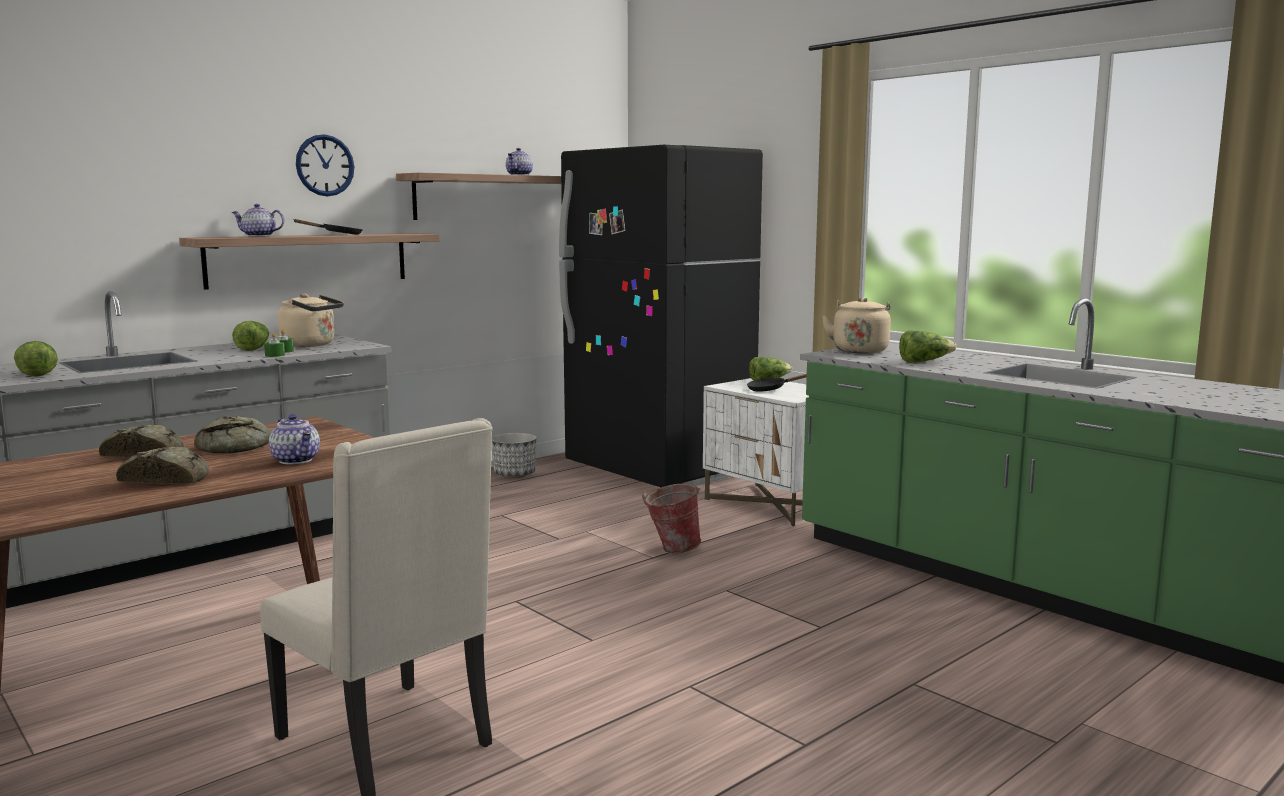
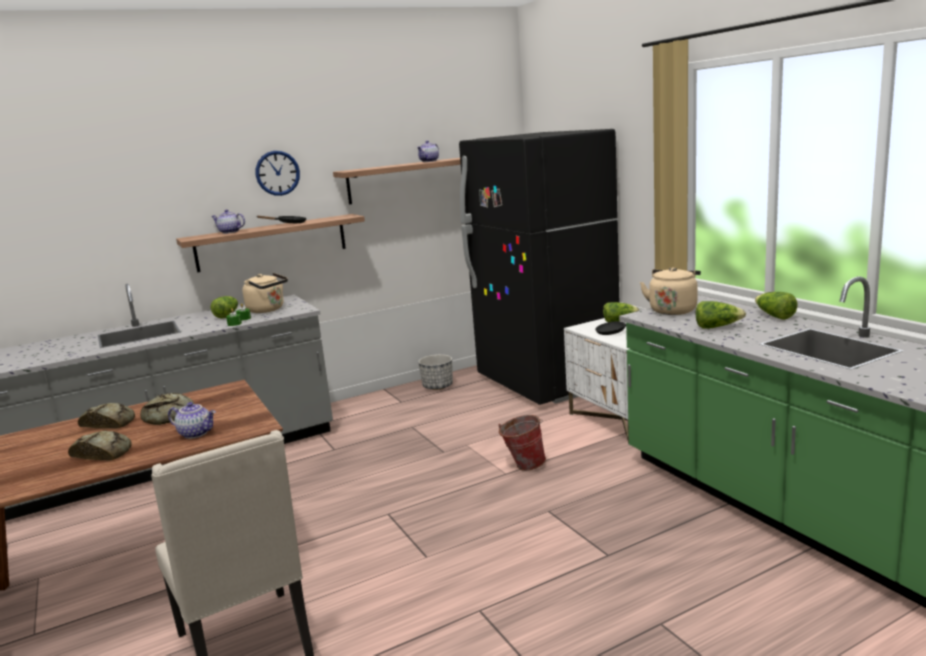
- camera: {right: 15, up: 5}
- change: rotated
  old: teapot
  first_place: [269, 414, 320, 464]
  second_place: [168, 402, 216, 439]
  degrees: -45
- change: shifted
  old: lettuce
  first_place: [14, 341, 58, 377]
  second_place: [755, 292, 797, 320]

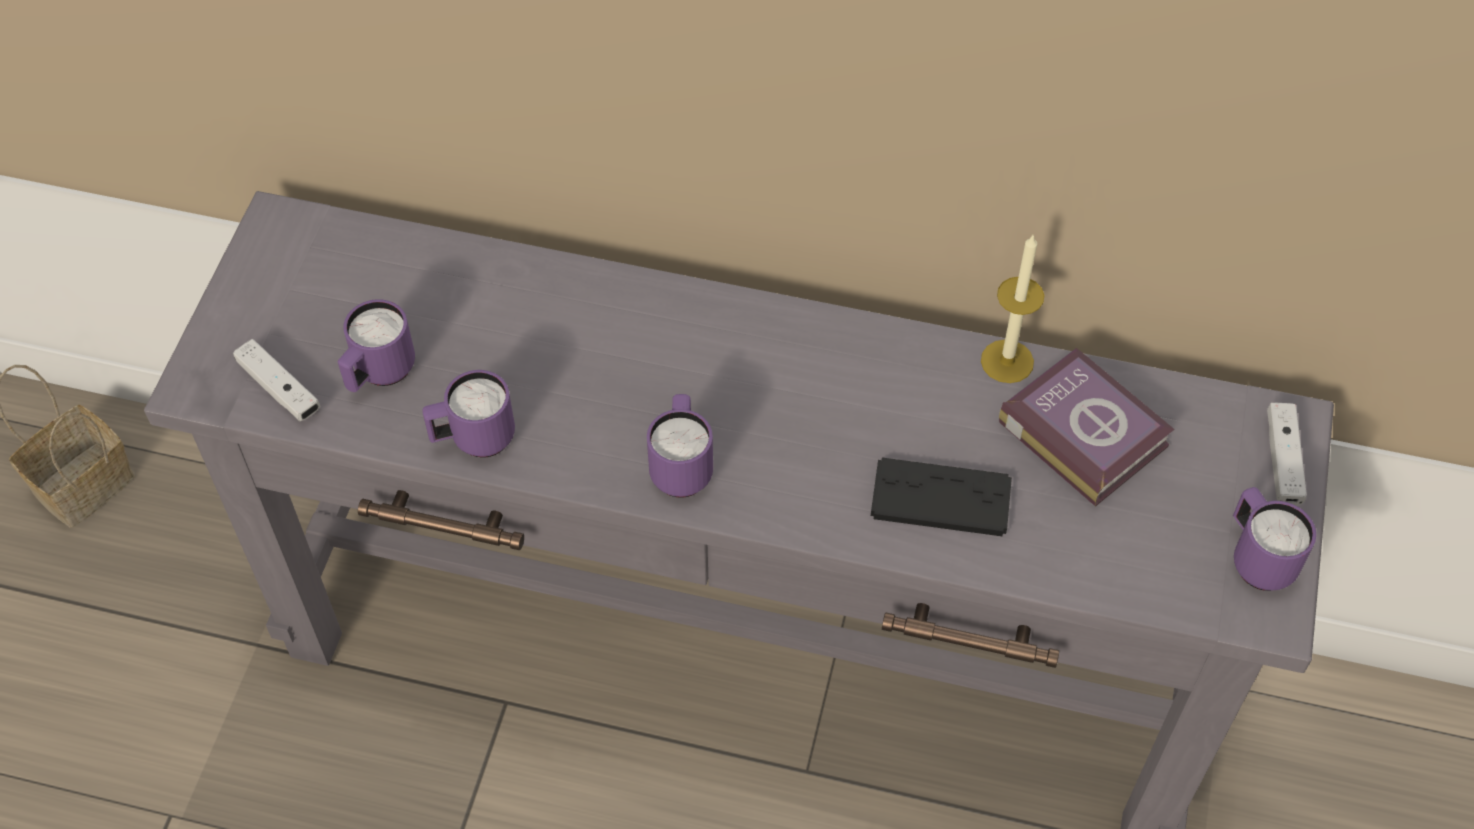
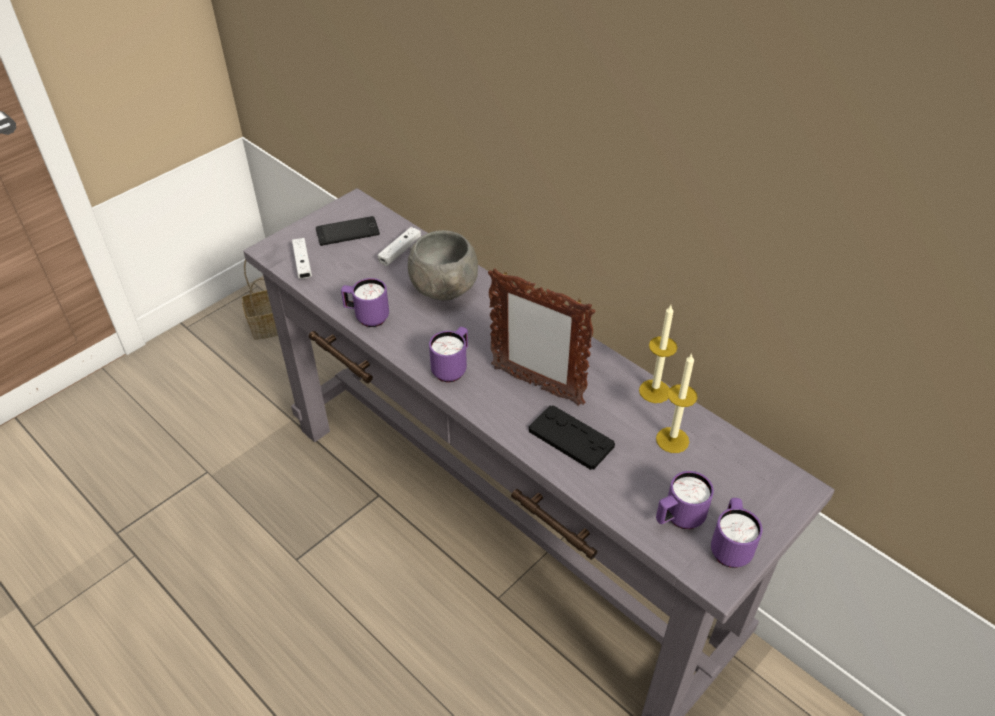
- camera: {right: 30, up: -10}
- change: new
  new: phone
  second_place: [316, 216, 380, 246]
- change: shifted
  old: white game controller
  first_place: [1267, 403, 1307, 506]
  second_place: [378, 227, 421, 266]
- change: new
  new: grey bowl
  second_place: [408, 230, 478, 301]
- change: new
  new: picture frame
  second_place: [488, 268, 596, 406]
- change: swapped
  old: book
  new: candle
  first_place: [999, 348, 1175, 507]
  second_place: [656, 353, 698, 453]
- change: shifted
  old: purple mug
  first_place: [338, 299, 415, 392]
  second_place: [656, 471, 714, 529]

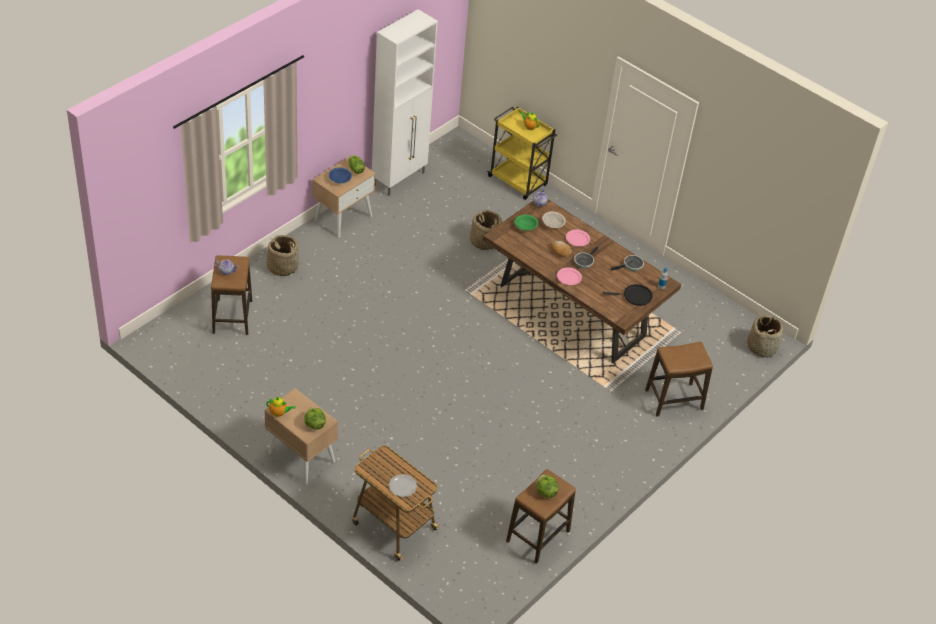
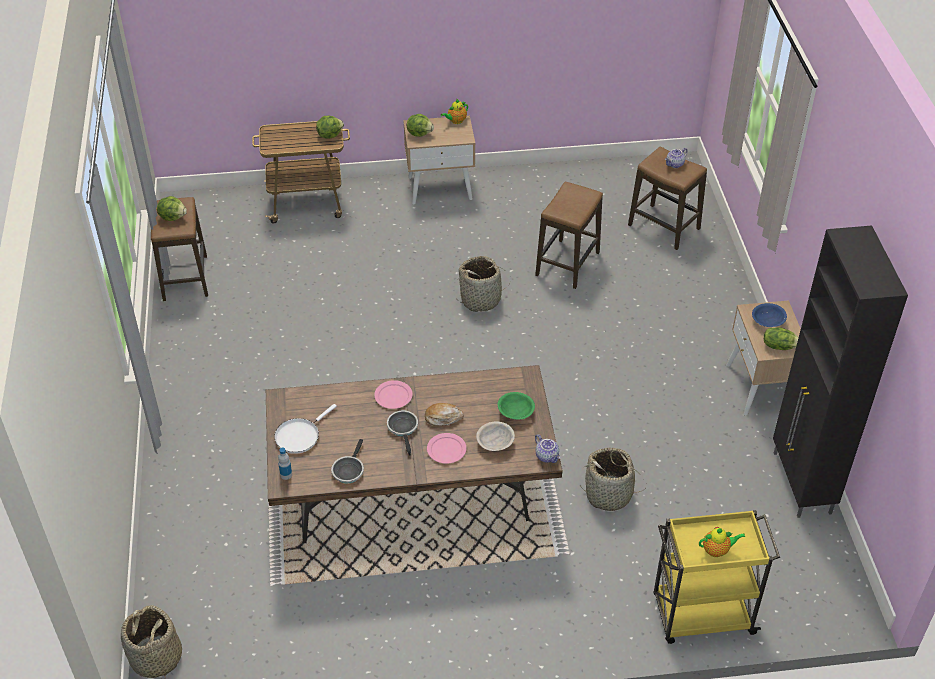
- camera: {right: 135, up: 0}
- change: repainted
  old: black frying pan
  new: white frying pan
  first_place: [603, 284, 653, 306]
  second_place: [274, 404, 337, 454]
- change: new
  new: lettuce
  second_place: [316, 116, 344, 139]
- change: shifted
  old: basket
  first_place: [265, 235, 299, 276]
  second_place: [456, 256, 511, 312]
- change: shifted
  old: stool
  first_place: [645, 342, 713, 417]
  second_place: [535, 181, 603, 289]
- change: repainted
  old: white cabinet
  new: black cabinet
  first_place: [372, 9, 438, 196]
  second_place: [773, 225, 908, 518]
- change: gone
  old: plate
  first_place: [389, 474, 417, 497]

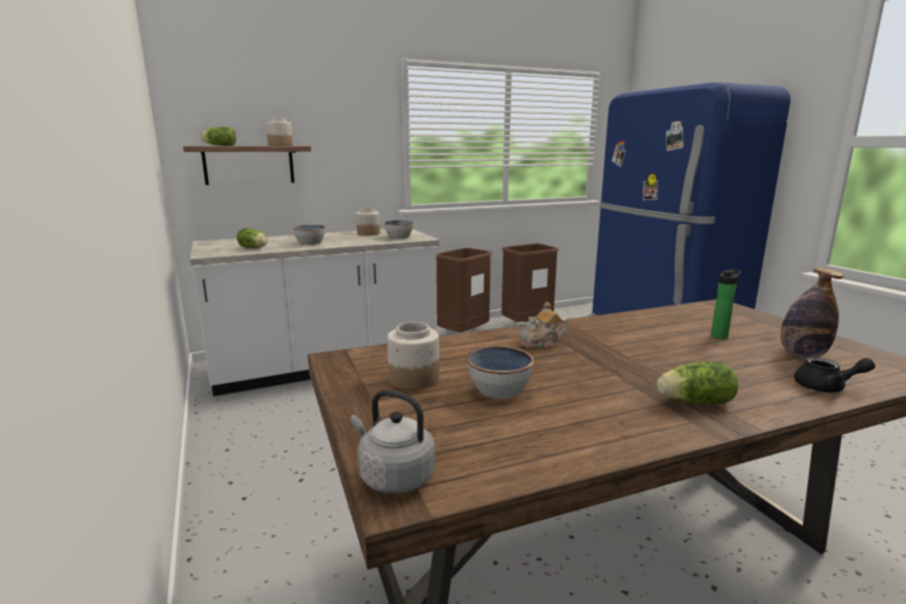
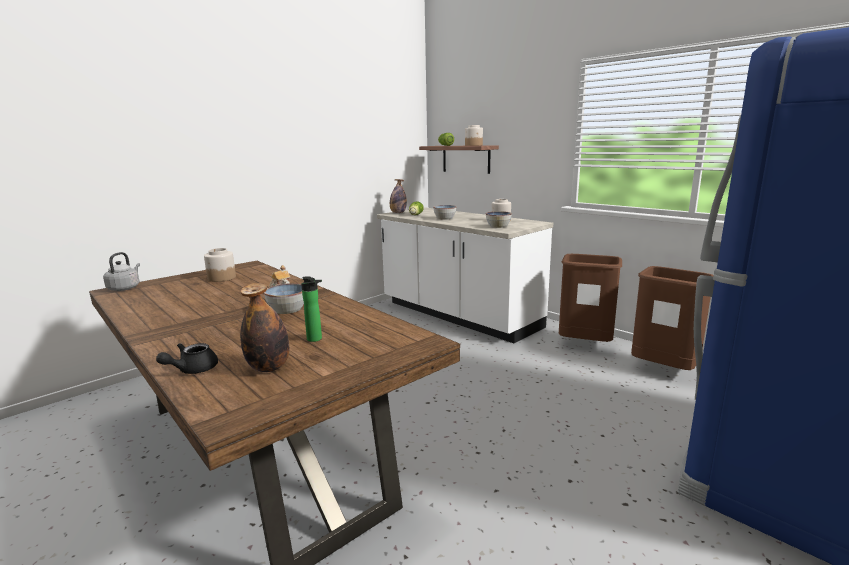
- camera: {right: 70, up: 0}
- change: rotated
  old: black teapot
  first_place: [794, 357, 875, 393]
  second_place: [156, 343, 218, 374]
  degrees: 45
- change: shifted
  old: bowl
  first_place: [467, 346, 534, 399]
  second_place: [264, 283, 304, 314]
- change: new
  new: bottle
  second_place: [390, 179, 407, 213]
- change: gone
  old: lettuce
  first_place: [657, 361, 738, 403]

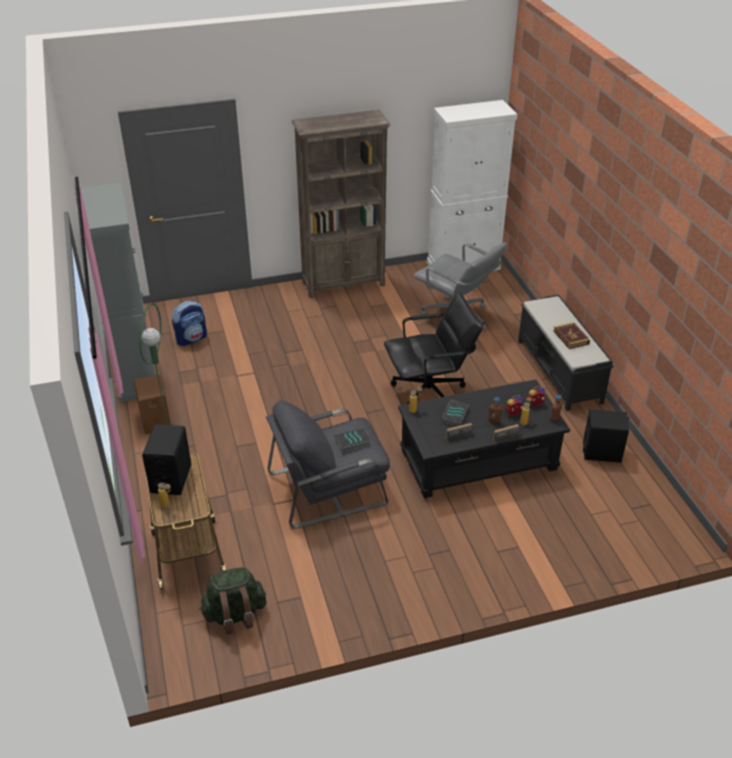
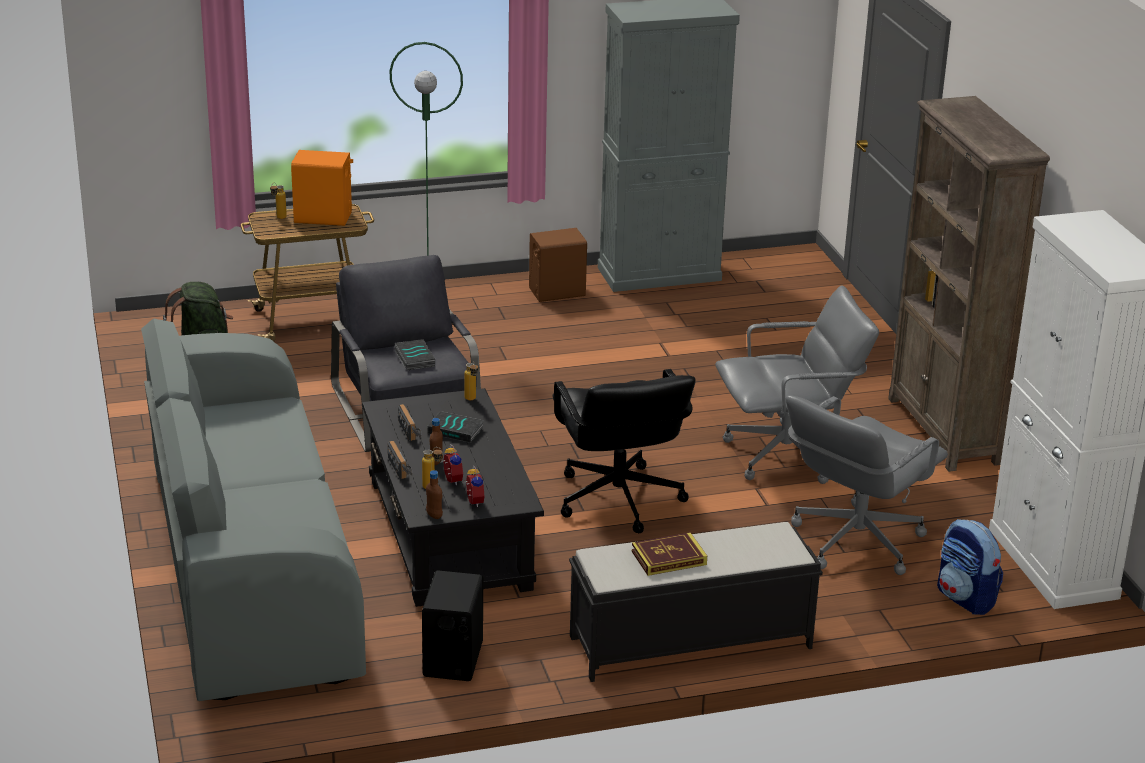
- camera: {right: 90, up: -10}
- change: new
  new: grey sofa
  second_place: [141, 318, 366, 701]
- change: repainted
  old: black speaker
  new: orange speaker
  first_place: [142, 424, 191, 495]
  second_place: [291, 150, 353, 226]
- change: new
  new: grey office chair
  second_place: [715, 285, 879, 484]
- change: shifted
  old: backpack
  first_place: [172, 301, 207, 346]
  second_place: [937, 519, 1003, 615]

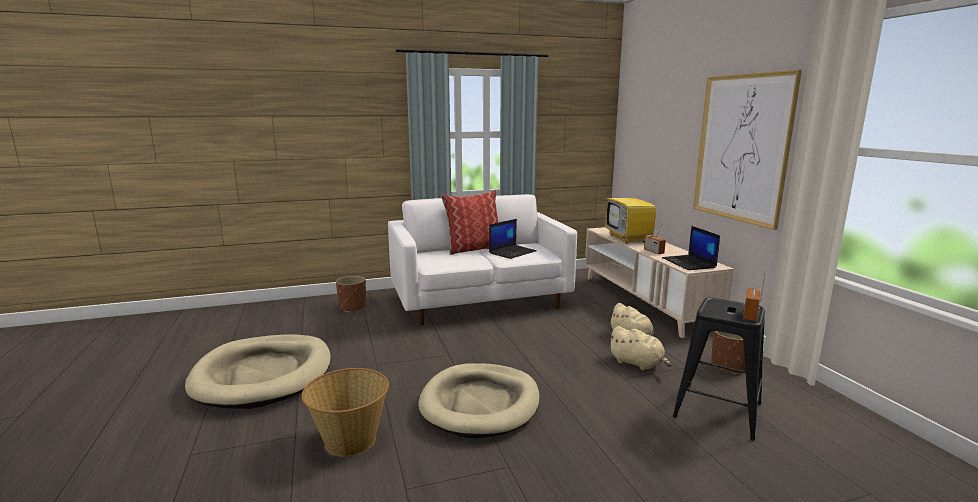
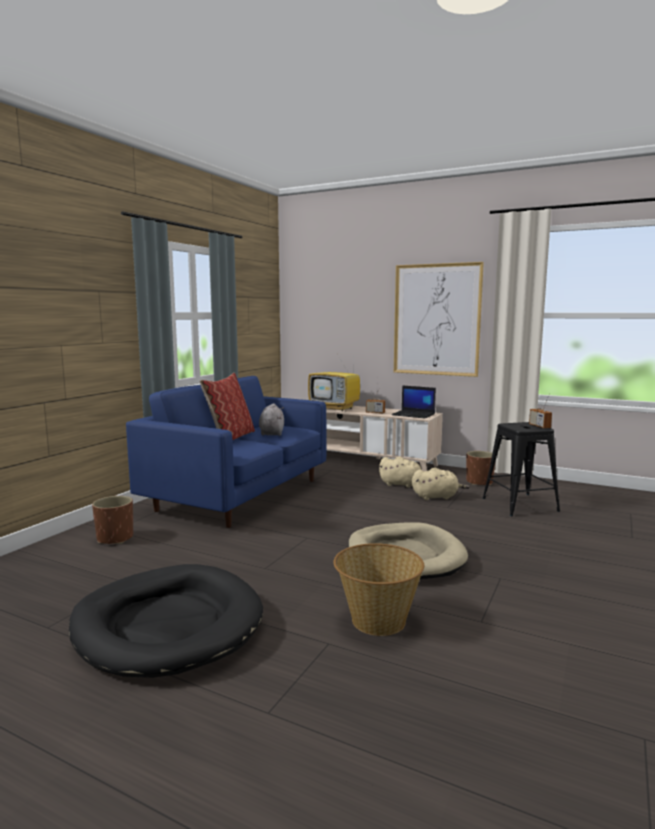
- camera: {right: -45, up: -5}
- change: repainted
  old: beige dog bed
  new: black dog bed
  first_place: [185, 335, 331, 409]
  second_place: [69, 564, 263, 678]
- change: repainted
  old: white sofa
  new: blue sofa
  first_place: [388, 194, 577, 325]
  second_place: [126, 376, 326, 528]
- change: swapped
  old: laptop
  new: grey plush toy
  first_place: [489, 219, 537, 259]
  second_place: [259, 403, 284, 436]

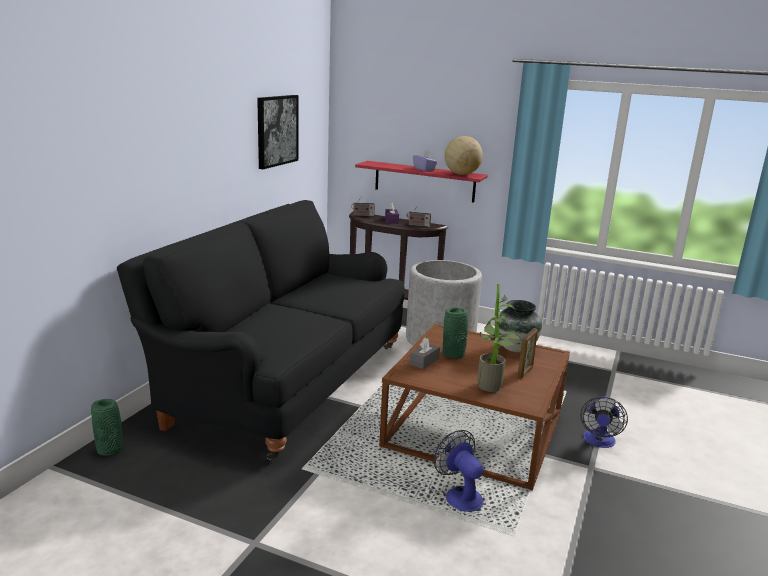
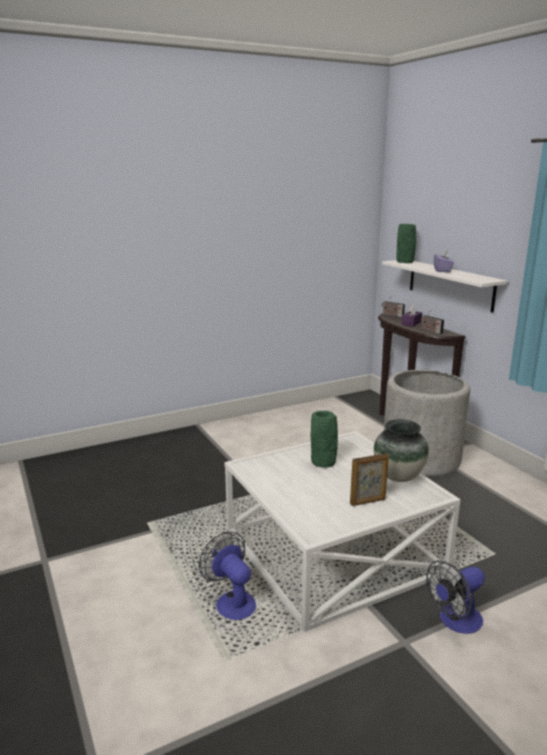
- camera: {right: 40, up: 0}
- change: rotated
  old: fan
  first_place: [434, 430, 484, 512]
  second_place: [199, 532, 256, 620]
  degrees: -45
- change: repainted
  old: brown coffee table
  new: white coffee table
  first_place: [379, 324, 570, 491]
  second_place: [225, 431, 461, 632]
- change: repainted
  old: red shelf
  new: white shelf
  first_place: [355, 161, 488, 203]
  second_place: [382, 260, 508, 313]
- change: shifted
  old: green vase
  first_place: [91, 399, 123, 456]
  second_place: [396, 224, 416, 263]
- change: gone
  old: black sofa
  first_place: [117, 200, 405, 460]
- change: gone
  old: picture
  first_place: [257, 95, 298, 169]
- change: gone
  old: grey tissue box
  first_place: [410, 337, 440, 369]
- change: gone
  old: globe
  first_place: [444, 136, 483, 175]
- change: gone
  old: potted plant
  first_place: [477, 284, 524, 392]

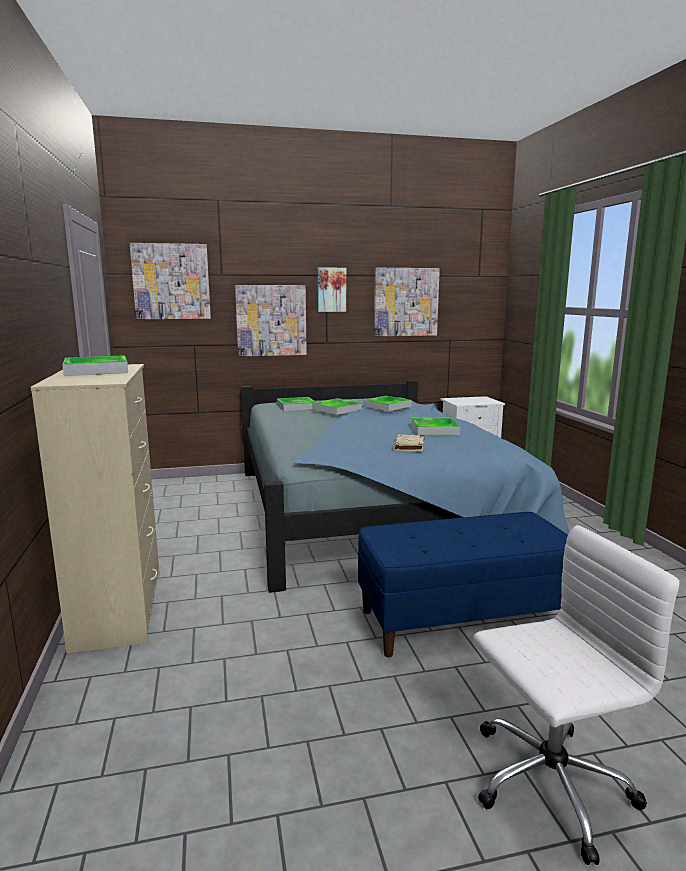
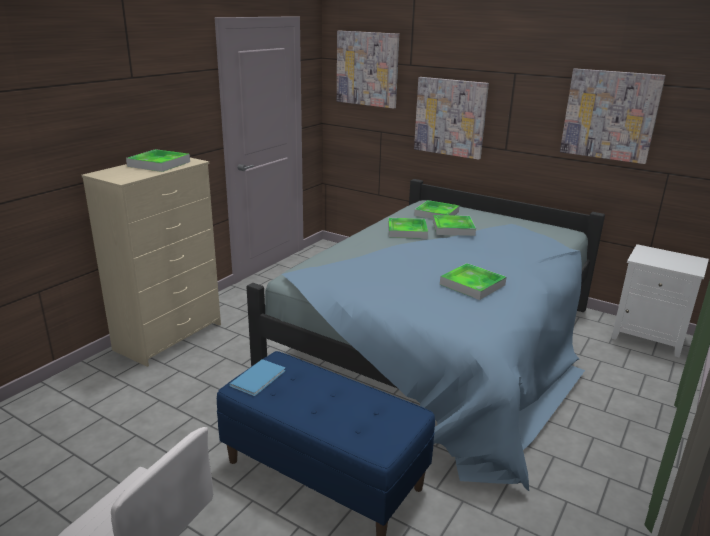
- camera: {right: 45, up: 10}
- change: new
  new: blue book
  second_place: [229, 359, 285, 396]
- change: shifted
  old: tray
  first_place: [363, 396, 412, 411]
  second_place: [388, 218, 428, 239]
- change: gone
  old: picture
  first_place: [318, 267, 346, 312]
- change: gone
  old: beige book
  first_place: [394, 435, 424, 452]

